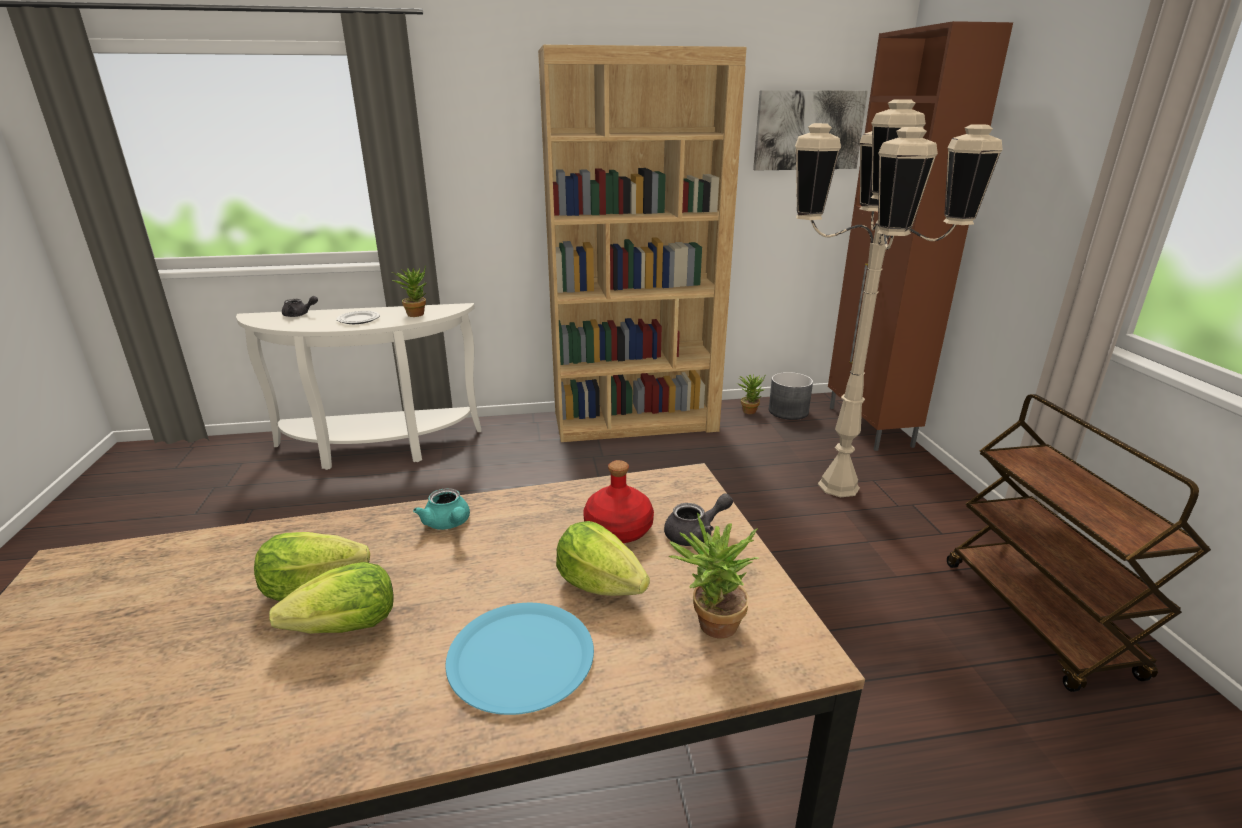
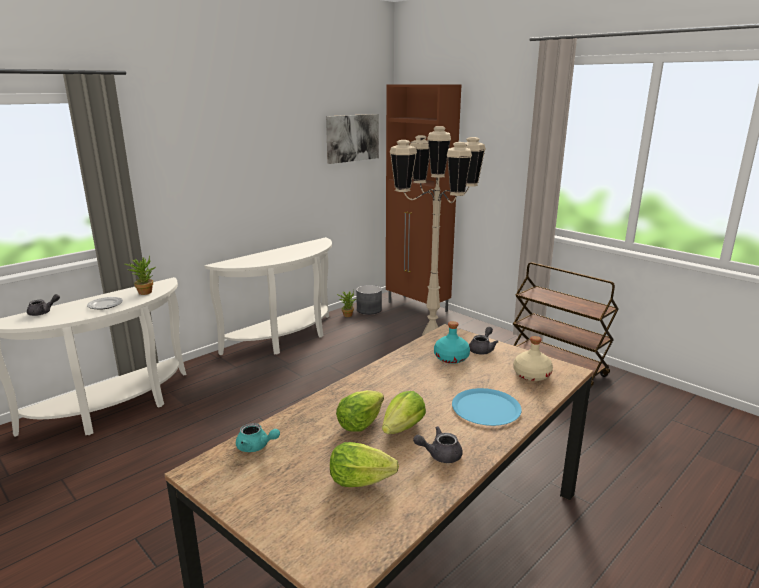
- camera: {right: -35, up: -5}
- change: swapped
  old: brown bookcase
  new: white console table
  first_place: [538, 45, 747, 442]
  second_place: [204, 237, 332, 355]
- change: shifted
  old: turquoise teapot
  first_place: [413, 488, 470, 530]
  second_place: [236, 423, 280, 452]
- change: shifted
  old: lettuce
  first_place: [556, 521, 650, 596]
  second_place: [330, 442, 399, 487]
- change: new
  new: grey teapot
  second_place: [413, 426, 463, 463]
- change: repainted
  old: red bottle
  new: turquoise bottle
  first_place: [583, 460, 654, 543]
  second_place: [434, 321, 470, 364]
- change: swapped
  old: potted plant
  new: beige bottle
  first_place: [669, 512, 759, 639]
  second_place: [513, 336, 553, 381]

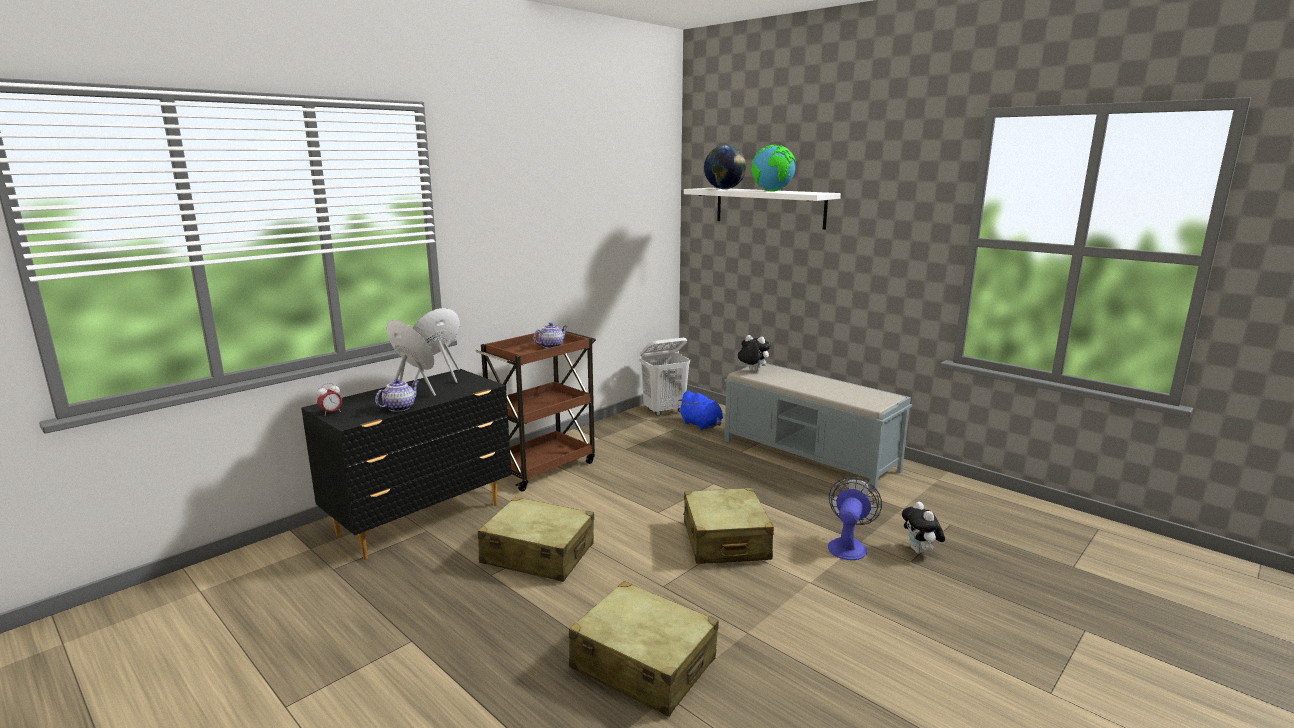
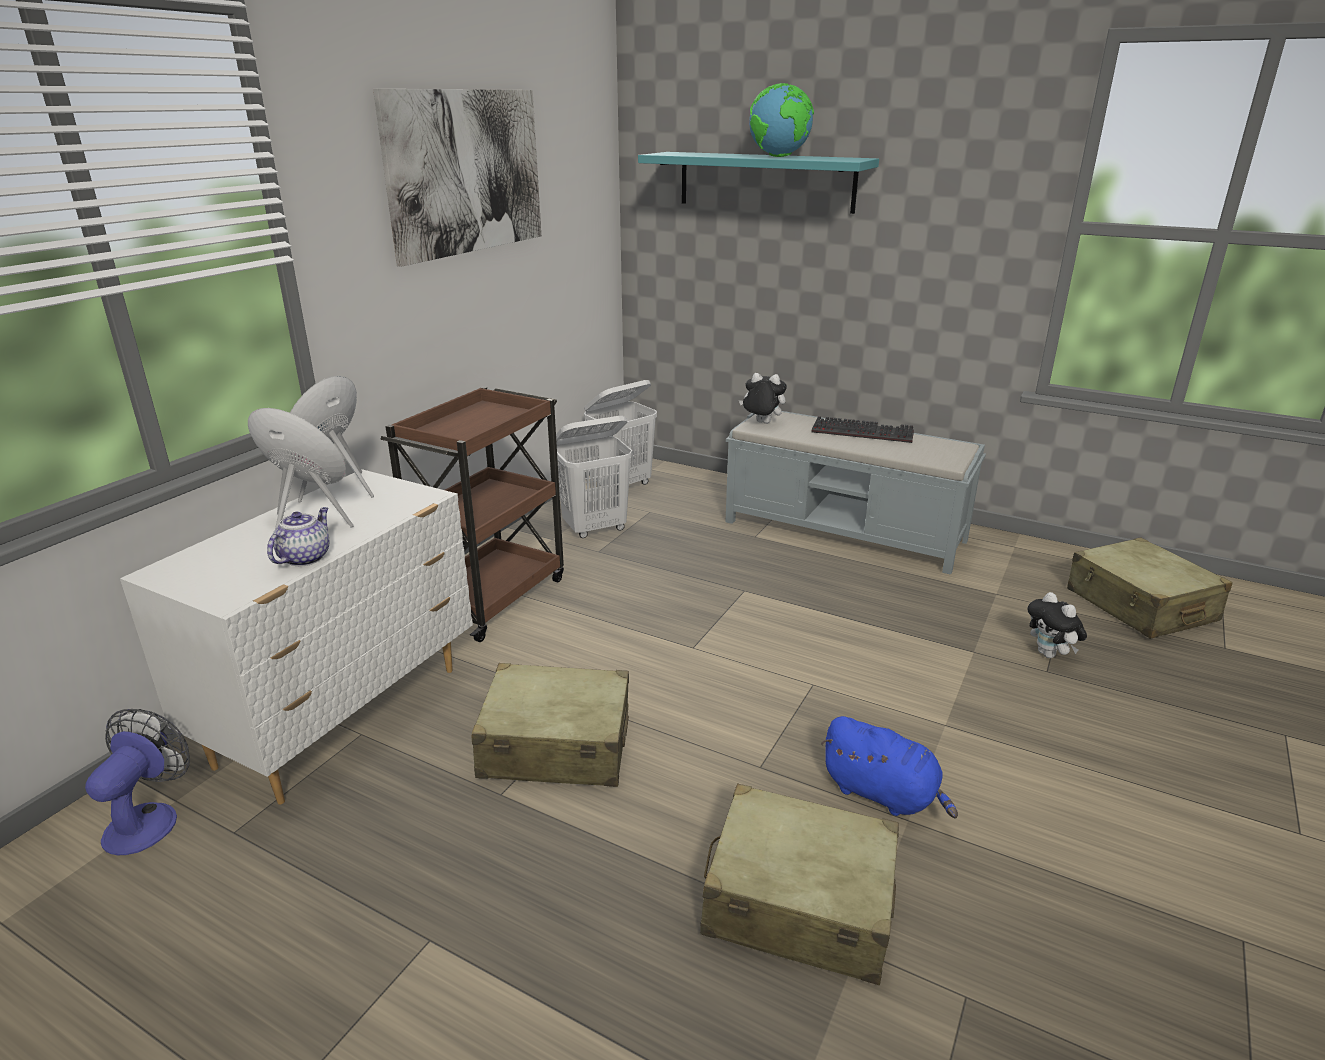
- camera: {right: -15, up: 10}
- change: shifted
  old: fan
  first_place: [828, 477, 882, 560]
  second_place: [85, 709, 190, 855]
- change: repainted
  old: black dresser
  new: white dresser
  first_place: [301, 369, 512, 560]
  second_place: [120, 469, 473, 805]
- change: new
  new: picture
  second_place: [373, 89, 541, 267]
- change: new
  new: white laundry basket
  second_place: [556, 416, 632, 538]
- change: repainted
  old: white shelf
  new: turquoise shelf
  first_place: [684, 188, 841, 230]
  second_place: [638, 152, 879, 214]
- change: new
  new: keyboard
  second_place: [812, 416, 914, 443]
- change: shifted
  old: blue plush toy
  first_place: [678, 391, 723, 430]
  second_place: [821, 716, 958, 819]
- change: shifted
  old: beige suitcase
  first_place: [683, 488, 774, 564]
  second_place: [1067, 537, 1233, 639]
- change: gone
  old: alarm clock
  first_place: [317, 383, 342, 416]
- change: gone
  old: teapot
  first_place: [534, 323, 567, 348]
- change: gone
  old: globe
  first_place: [704, 145, 746, 189]

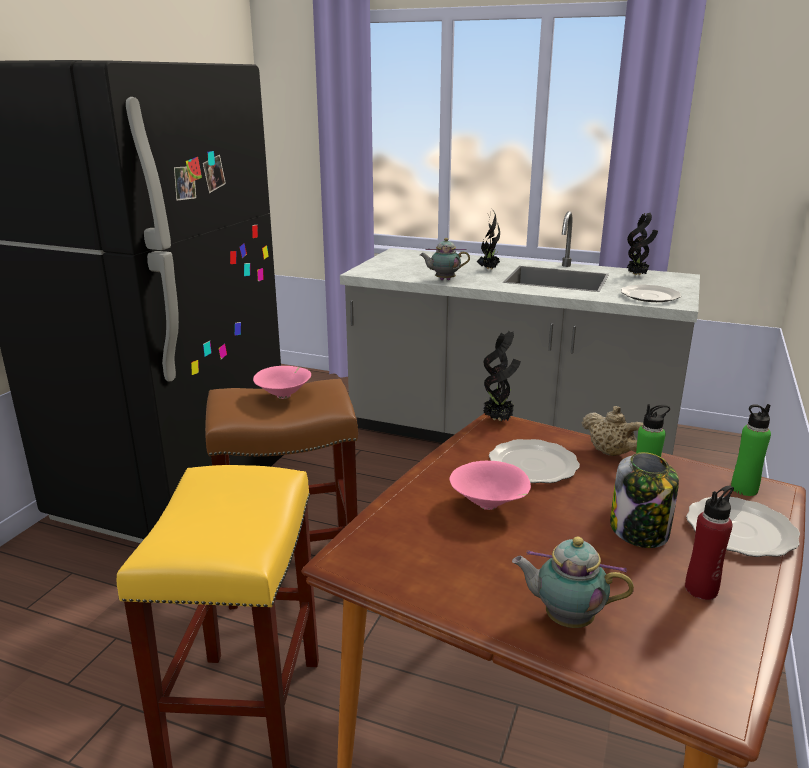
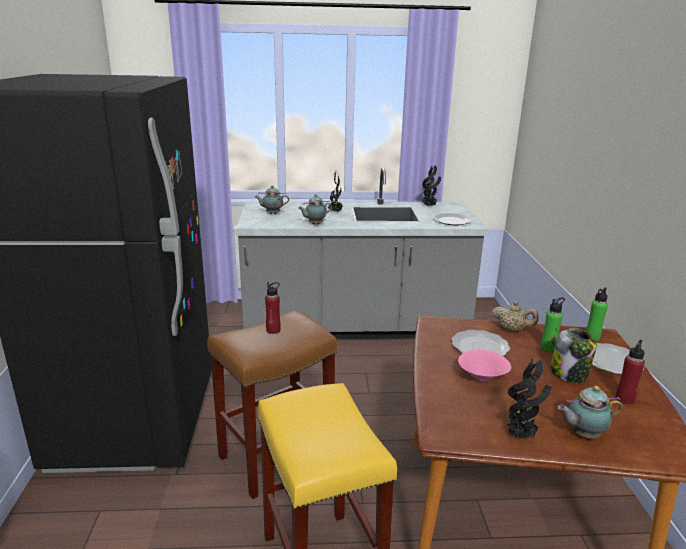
- camera: {right: -25, up: 0}
- change: new
  new: teapot
  second_place: [255, 185, 289, 214]
- change: swapped
  old: pink bowl
  new: red bottle
  first_place: [253, 366, 311, 399]
  second_place: [265, 282, 281, 334]
- change: shifted
  old: potted plant
  first_place: [483, 331, 521, 421]
  second_place: [507, 358, 552, 438]

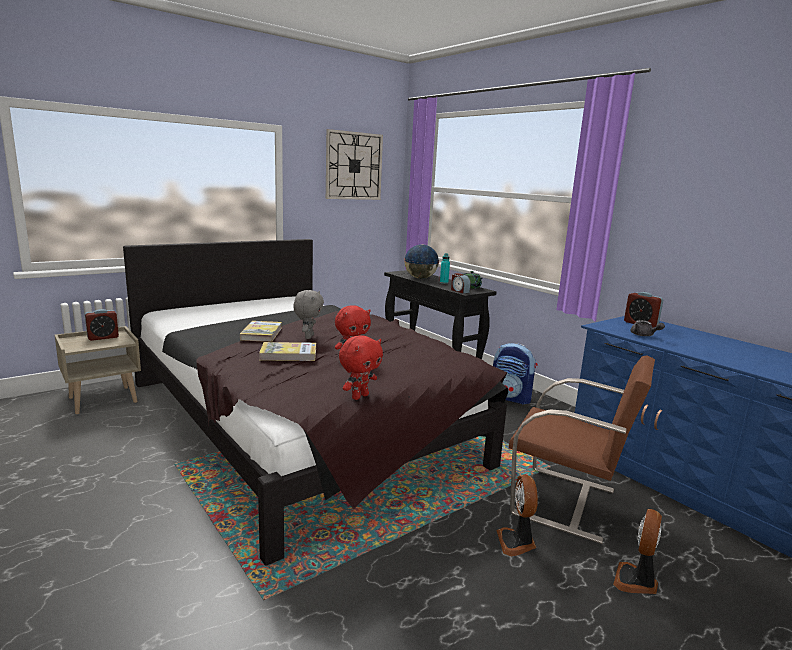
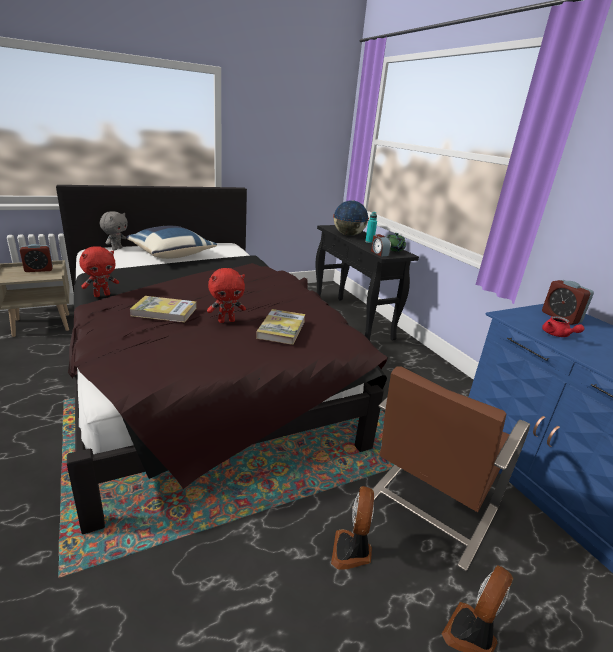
- camera: {right: 10, up: 10}
- change: shifted
  old: red plush toy
  first_place: [339, 335, 383, 400]
  second_place: [79, 246, 119, 297]
- change: shifted
  old: grey plush toy
  first_place: [293, 290, 324, 339]
  second_place: [100, 211, 128, 250]
- change: new
  new: blue pillow
  second_place: [126, 226, 217, 259]
- change: shifted
  old: book
  first_place: [240, 321, 282, 342]
  second_place: [256, 309, 306, 345]
- change: rotated
  old: brown chair
  first_place: [509, 355, 655, 544]
  second_place: [372, 366, 530, 571]
  degrees: 90
- change: repainted
  old: grey teapot
  new: red teapot
  first_place: [631, 320, 665, 336]
  second_place: [542, 316, 584, 337]
- change: gone
  old: wall clock
  first_place: [326, 129, 383, 200]
- change: gone
  old: backpack
  first_place: [493, 343, 537, 405]

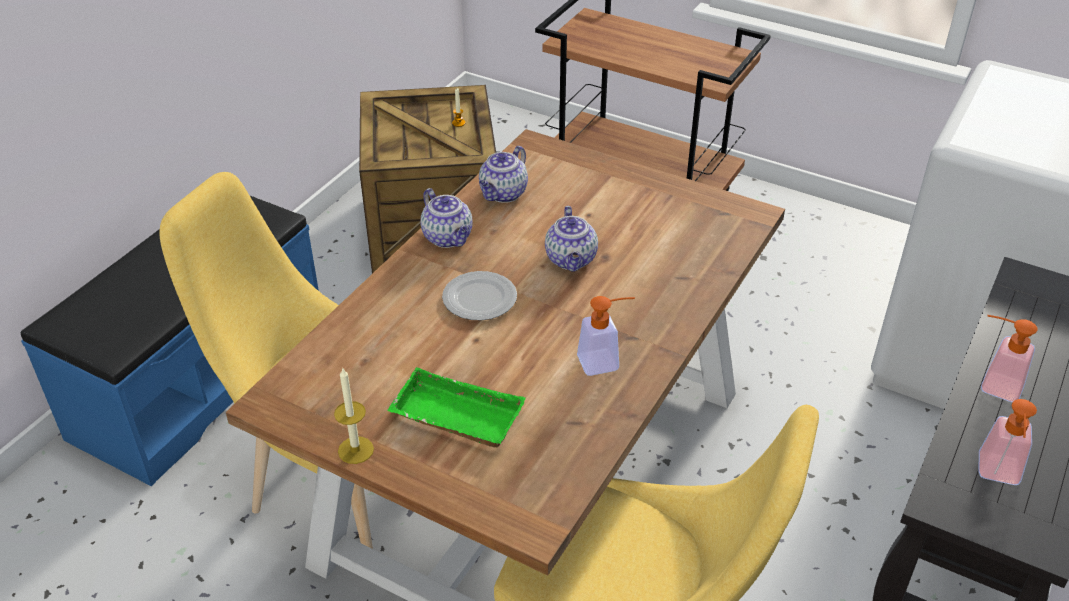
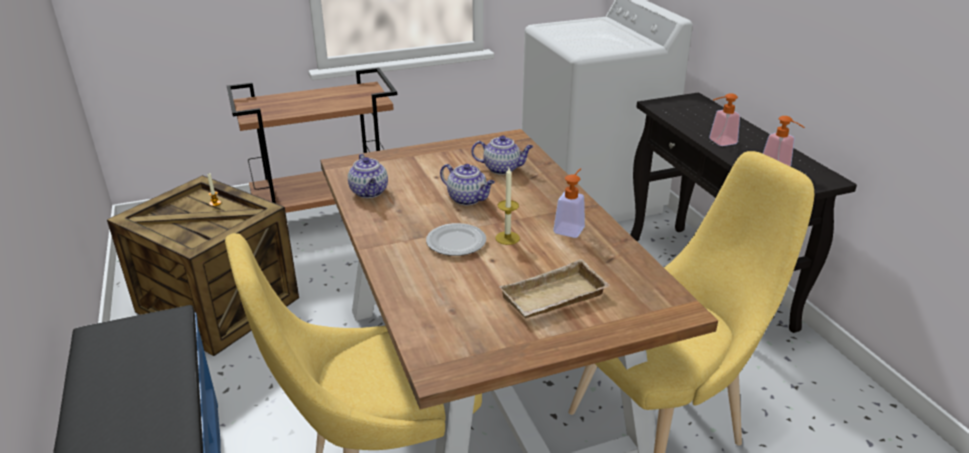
- camera: {right: -50, up: -10}
- change: shifted
  old: teapot
  first_place: [420, 188, 473, 248]
  second_place: [471, 135, 533, 175]
- change: shifted
  old: candle
  first_place: [334, 368, 374, 464]
  second_place: [495, 168, 520, 245]
- change: repainted
  old: green tray
  new: beige tray
  first_place: [387, 367, 526, 448]
  second_place: [499, 259, 611, 318]

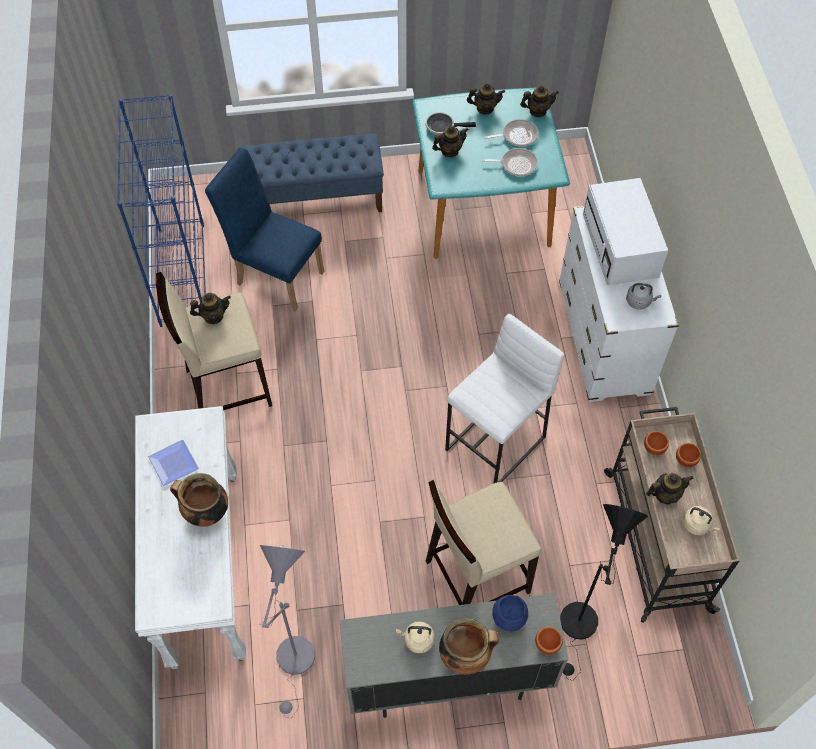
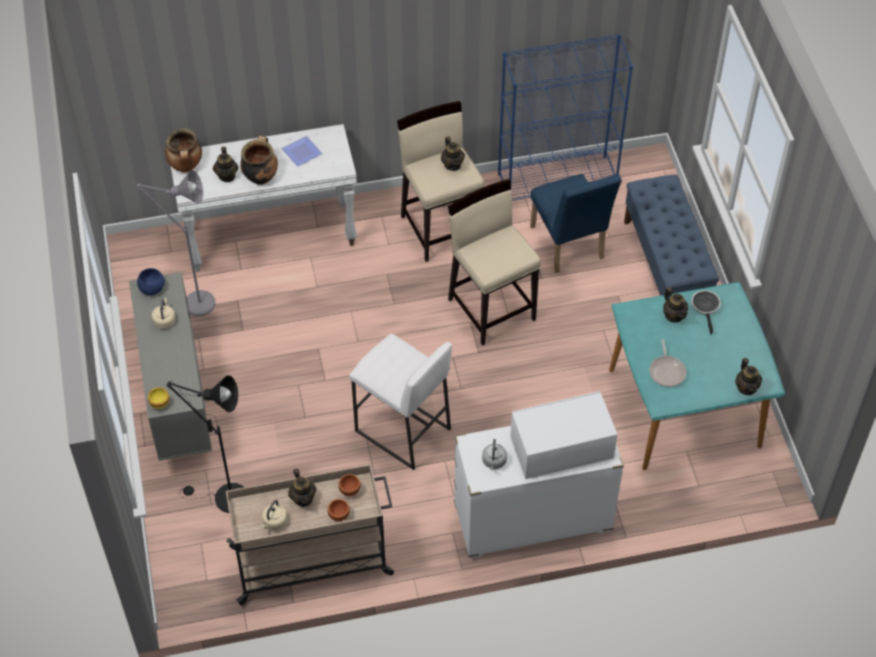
- camera: {right: 85, up: -5}
- change: shifted
  old: blue bowl
  first_place: [492, 595, 528, 631]
  second_place: [137, 268, 165, 295]
- change: repainted
  old: brown bowl
  new: yellow bowl
  first_place: [535, 627, 563, 655]
  second_place: [148, 387, 169, 409]
- change: shifted
  old: cooking pot
  first_place: [439, 618, 499, 675]
  second_place: [165, 128, 202, 172]
- change: shifted
  old: teapot
  first_place: [467, 83, 505, 115]
  second_place: [213, 147, 238, 182]
- change: shifted
  old: beige stool
  first_place: [426, 480, 542, 605]
  second_place: [448, 179, 541, 346]
- change: rotated
  old: blue chair
  first_place: [205, 148, 324, 311]
  second_place: [530, 174, 622, 273]
  degrees: 135
- change: gone
  old: frying pan
  first_place: [485, 119, 538, 147]

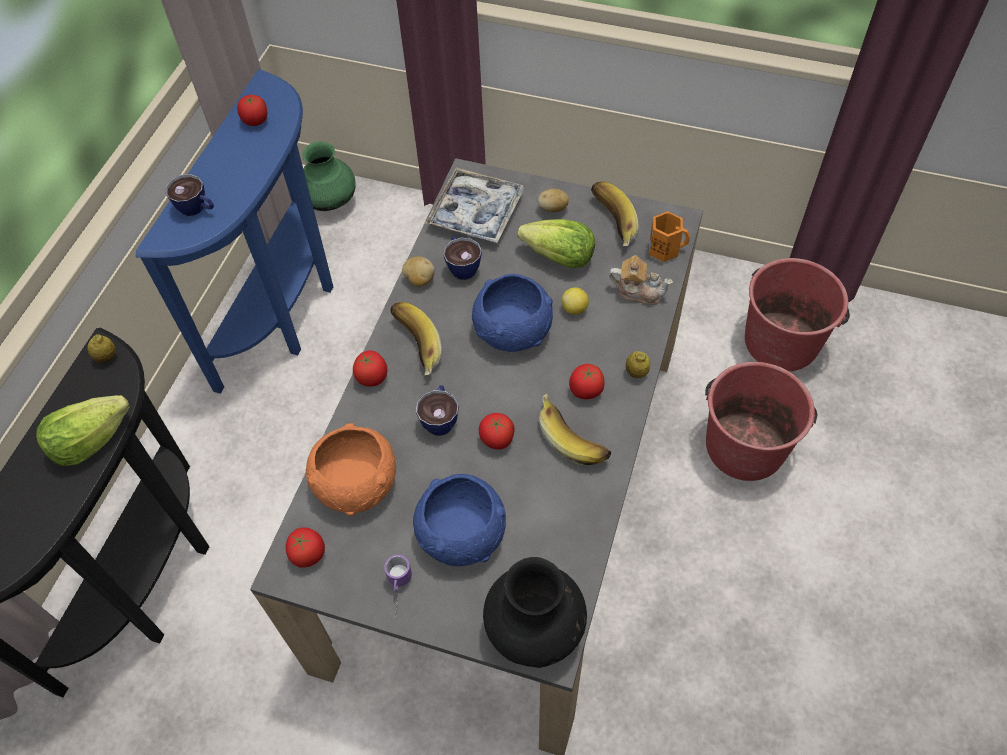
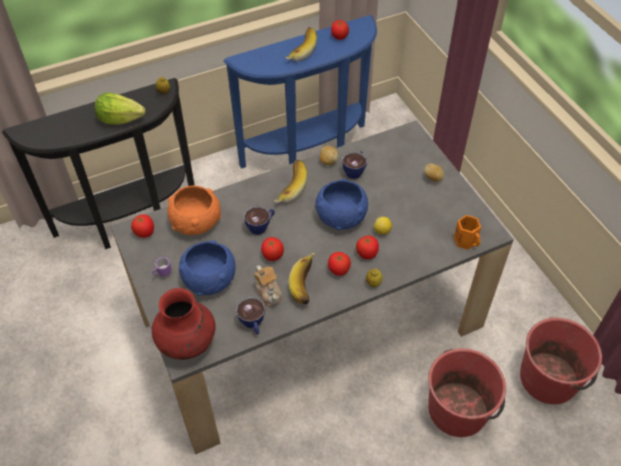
- camera: {right: 45, up: -5}
- change: repainted
  old: black vase
  new: red vase
  first_place: [483, 557, 587, 668]
  second_place: [152, 288, 216, 360]
- change: shifted
  old: cup
  first_place: [165, 174, 214, 216]
  second_place: [236, 297, 265, 334]
- change: shifted
  old: teapot
  first_place: [609, 255, 673, 305]
  second_place: [254, 266, 282, 307]
- change: shifted
  old: banana
  first_place: [591, 182, 639, 246]
  second_place: [285, 27, 317, 61]
- change: shifted
  old: tomato
  first_place: [353, 350, 387, 386]
  second_place: [356, 236, 379, 259]
- change: gone
  old: green vase
  first_place: [302, 141, 356, 211]
- change: gone
  old: tray
  first_place: [425, 168, 524, 243]
- change: gone
  old: lettuce
  first_place: [518, 219, 595, 268]

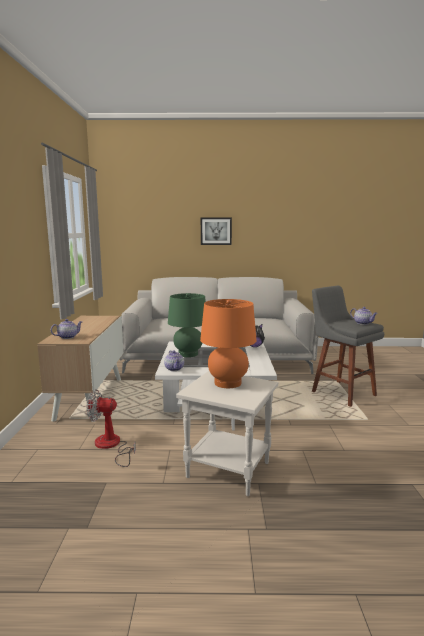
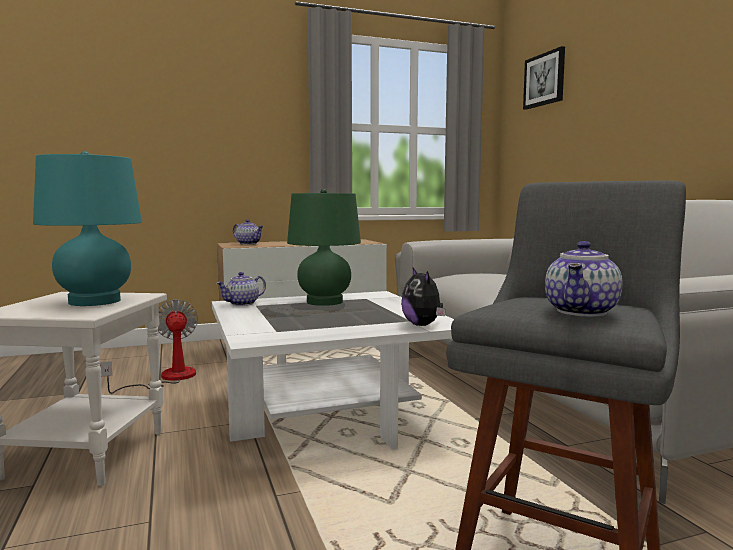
- camera: {right: 70, up: -5}
- change: repainted
  old: orange table lamp
  new: turquoise table lamp
  first_place: [200, 299, 257, 388]
  second_place: [33, 151, 142, 306]
- change: shifted
  old: picture
  first_place: [201, 218, 232, 245]
  second_place: [523, 46, 565, 110]

